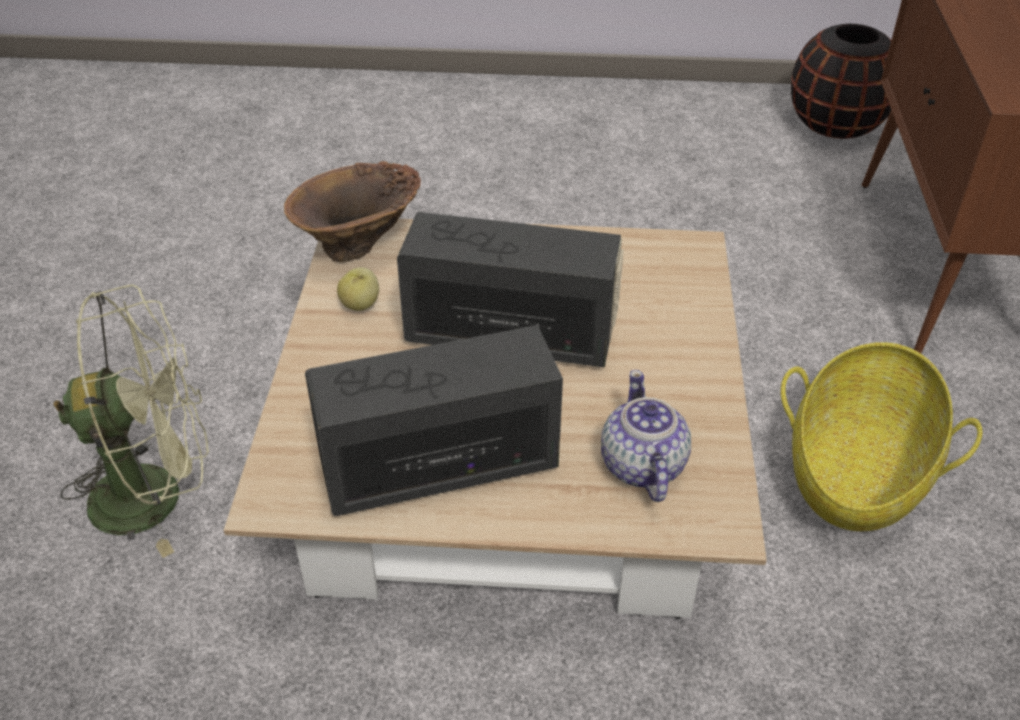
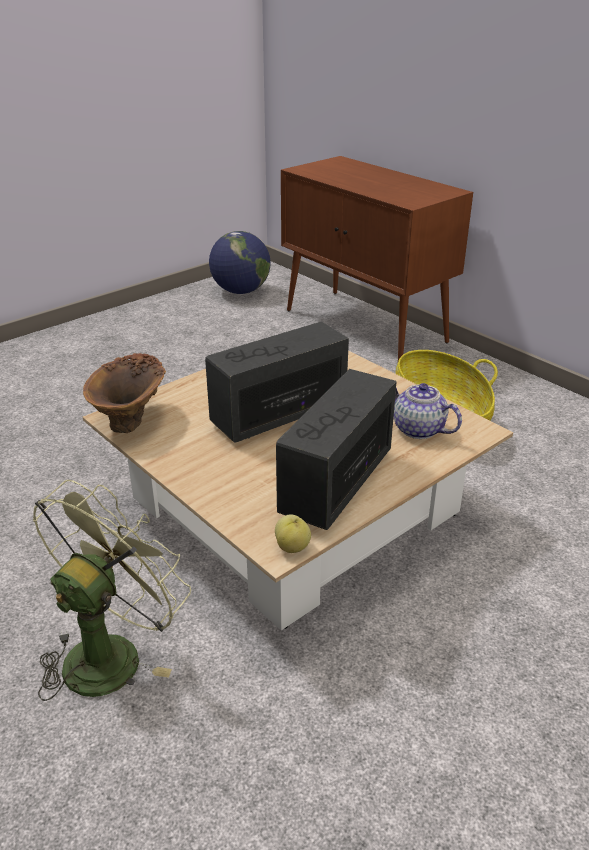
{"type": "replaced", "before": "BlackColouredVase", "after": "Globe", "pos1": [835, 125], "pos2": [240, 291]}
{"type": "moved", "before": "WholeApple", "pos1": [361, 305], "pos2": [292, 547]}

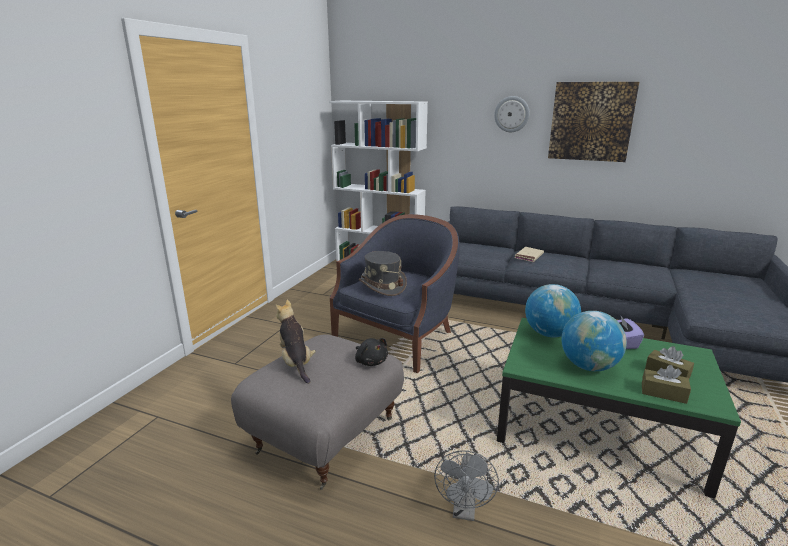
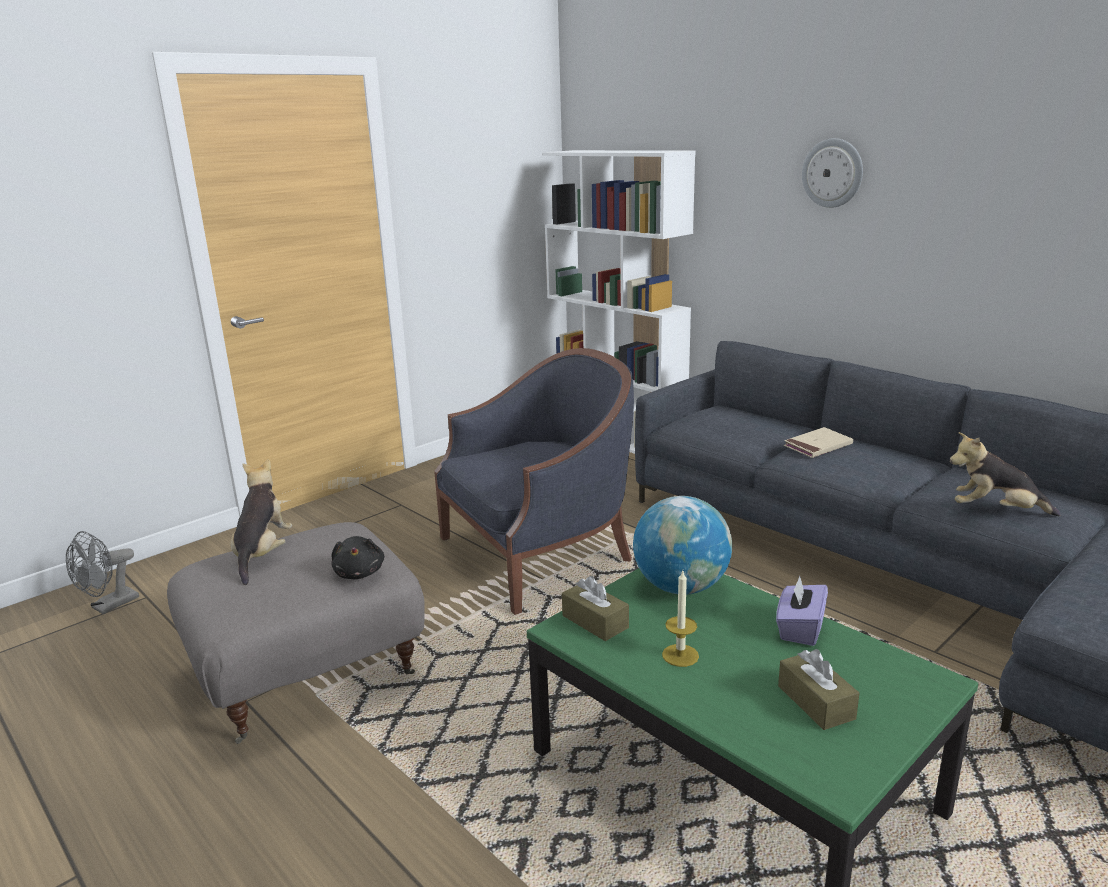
{"type": "moved", "before": "GreyishCoolingFan", "pos1": [464, 511], "pos2": [109, 606]}
{"type": "moved", "before": "BrownTissueBox", "pos1": [663, 393], "pos2": [595, 622]}
{"type": "replaced", "before": "Globe", "after": "WaxLight", "pos1": [589, 366], "pos2": [680, 655]}
{"type": "added", "after": "PlushToy", "pos2": [995, 511]}
{"type": "removed", "before": "GreyishWearableHat", "pos1": [382, 286]}
{"type": "removed", "before": "WallArt", "pos1": [591, 121]}

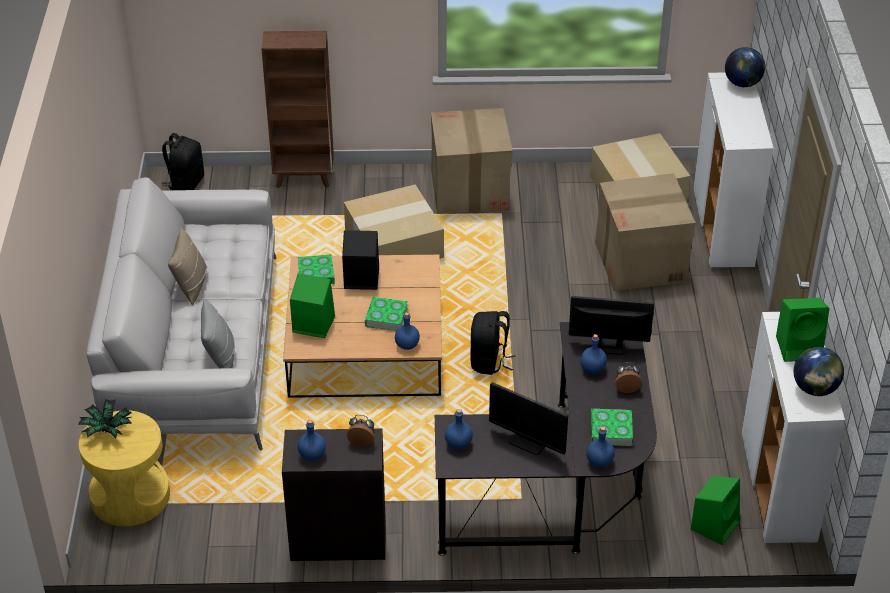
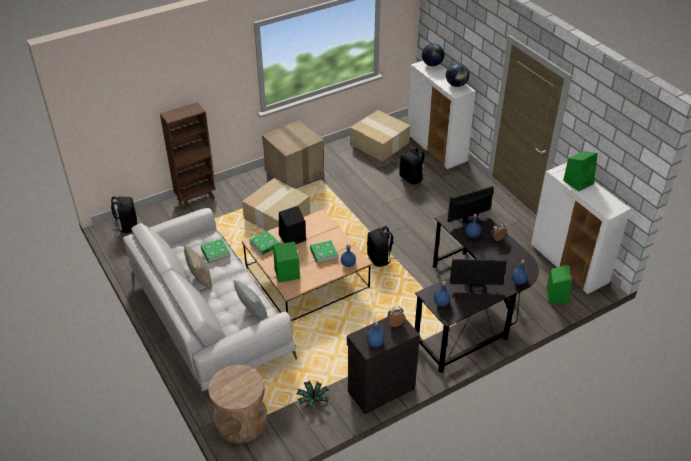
{"type": "moved", "before": "BoundBook", "pos1": [611, 431], "pos2": [215, 252]}
{"type": "recoloured", "before": "YellowAccentTable", "after": "BrownAccentTable", "pos1": [130, 496], "pos2": [240, 420]}
{"type": "moved", "before": "Houseplant", "pos1": [107, 430], "pos2": [313, 400]}
{"type": "replaced", "before": "CardboardBox", "after": "BlackColouredKnapsack", "pos1": [641, 261], "pos2": [411, 178]}
{"type": "moved", "before": "Globe", "pos1": [815, 389], "pos2": [456, 85]}

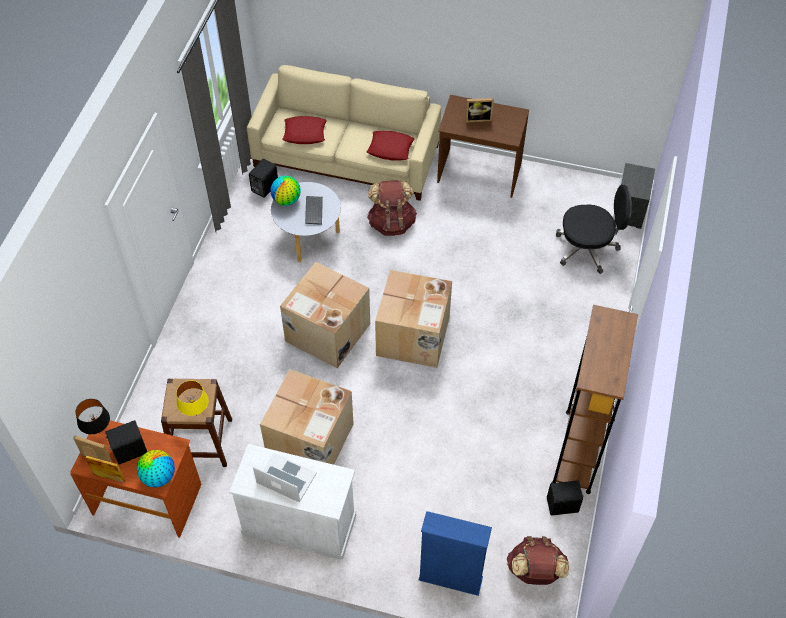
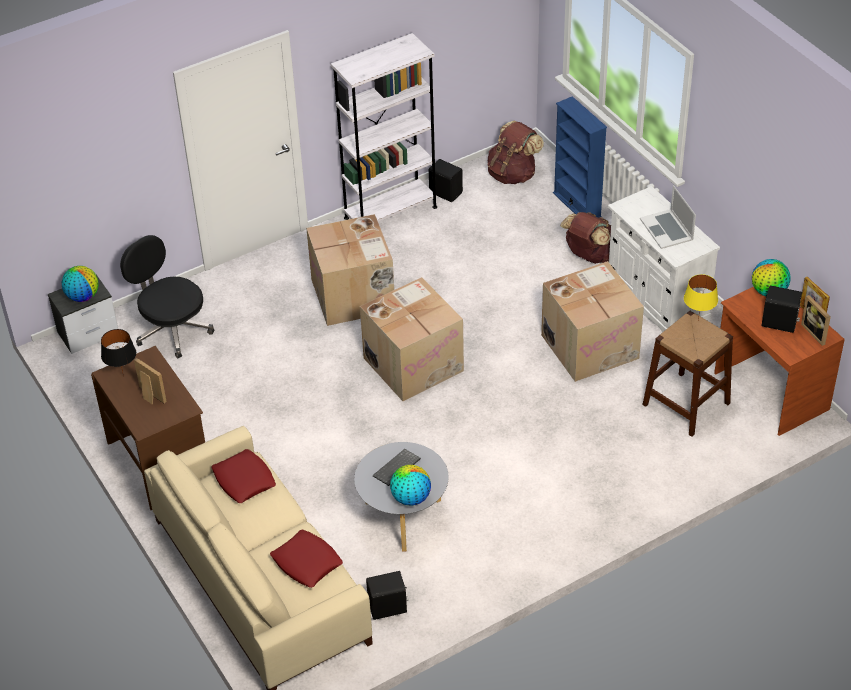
{"type": "added", "after": "Globe", "pos2": [83, 296]}
{"type": "moved", "before": "BlackColouredLampForATable", "pos1": [100, 433], "pos2": [123, 376]}
{"type": "moved", "before": "CardboardBox", "pos1": [326, 332], "pos2": [354, 295]}
{"type": "recoloured", "before": "BrownBookshelf", "after": "WhitishBookshelf", "pos1": [578, 451], "pos2": [390, 212]}
{"type": "moved", "before": "BrownKnapsack", "pos1": [391, 223], "pos2": [590, 256]}

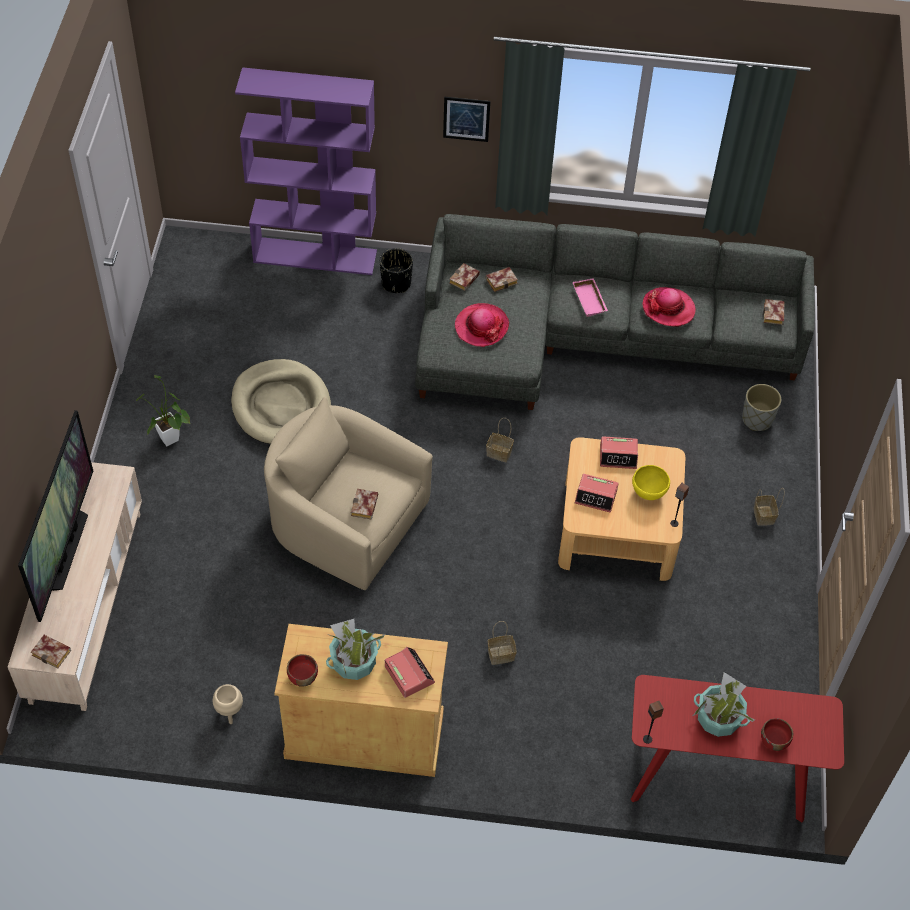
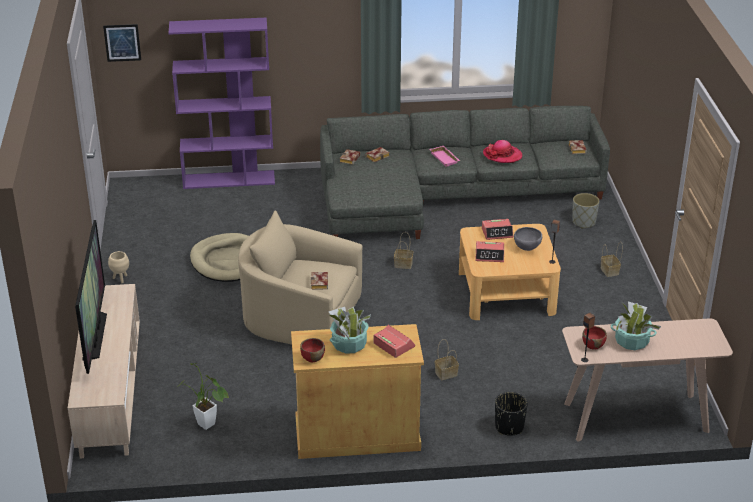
{"type": "moved", "before": "WallArt", "pos1": [466, 119], "pos2": [122, 42]}
{"type": "moved", "before": "BeigeColouredPlantPot", "pos1": [230, 713], "pos2": [120, 279]}
{"type": "moved", "before": "Houseplant", "pos1": [171, 442], "pos2": [208, 426]}
{"type": "moved", "before": "BlackColouredPlantPot", "pos1": [396, 283], "pos2": [509, 427]}
{"type": "recoloured", "before": "YellowBowl", "after": "GreyishBowl", "pos1": [649, 492], "pos2": [527, 248]}
{"type": "recoloured", "before": "RedColouredHallTable", "after": "BeigeColouredHallTable", "pos1": [717, 778], "pos2": [635, 417]}
{"type": "moved", "before": "RedColouredBowl", "pos1": [774, 741], "pos2": [593, 345]}
{"type": "removed", "before": "BoundBook", "pos1": [53, 653]}
{"type": "removed", "before": "WearableHat", "pos1": [481, 326]}

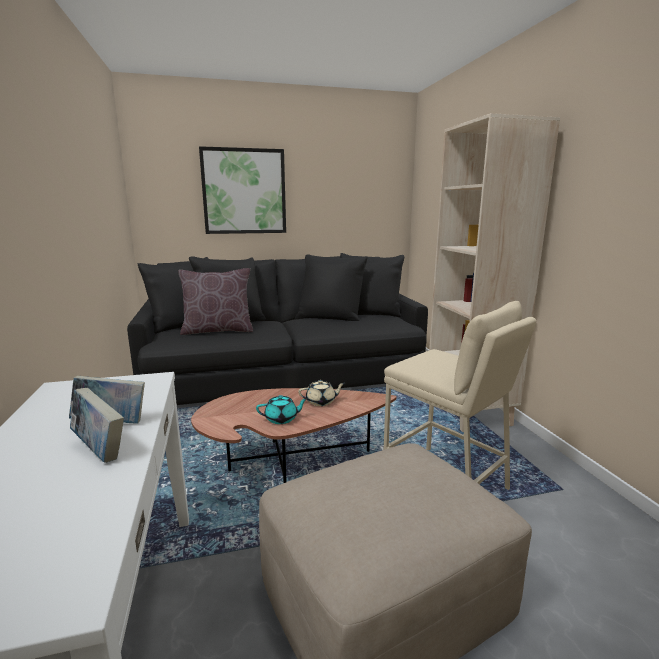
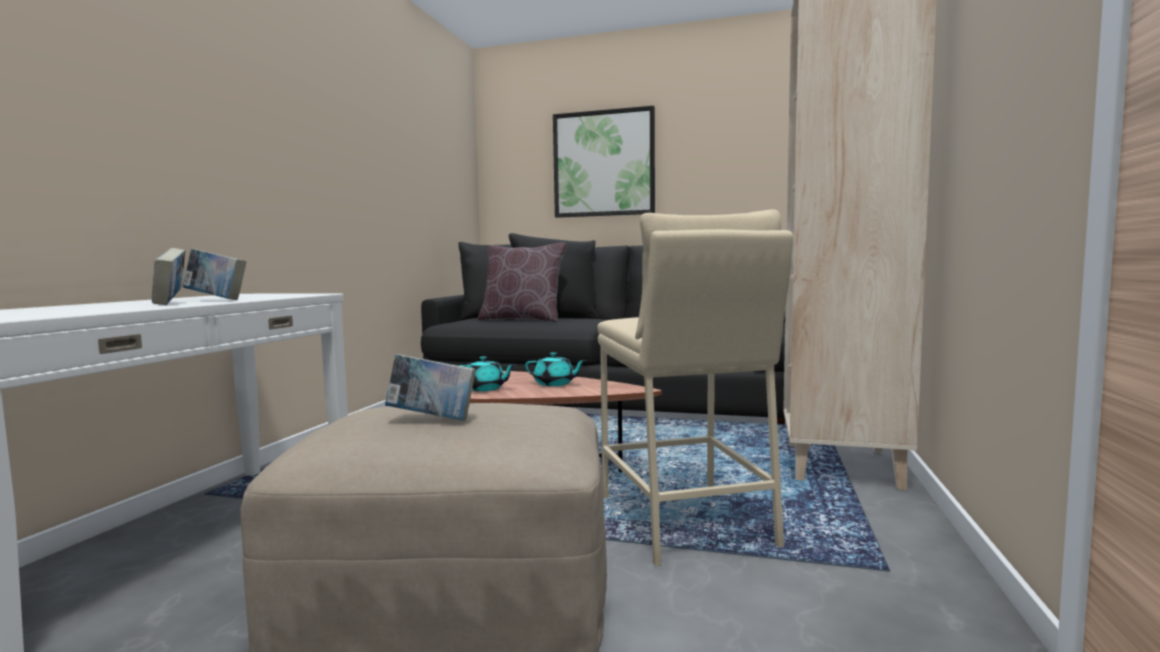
{"type": "added", "after": "BoundBook", "pos2": [432, 419]}
{"type": "recoloured", "before": "BeigeColouredTeaPot", "after": "BlueGreenTeaPot", "pos1": [321, 402], "pos2": [555, 384]}

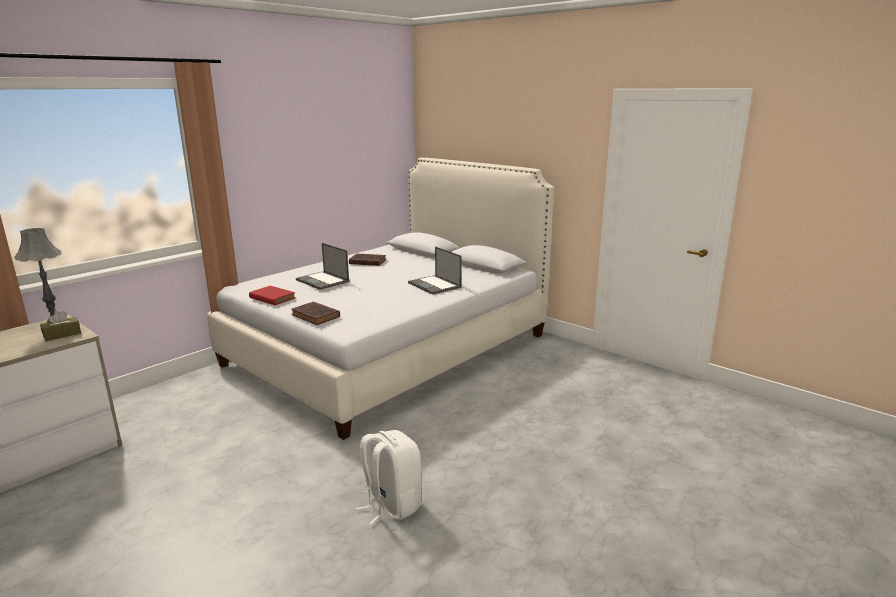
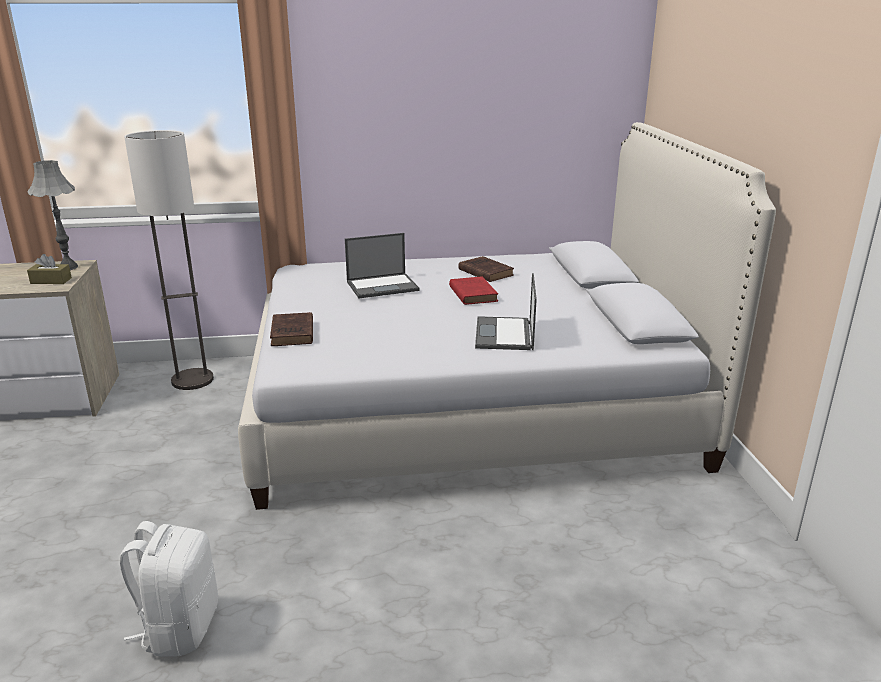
{"type": "added", "after": "FloorLamp", "pos2": [193, 380]}
{"type": "turned", "before": "NotebookComputer", "pos1": [323, 281], "pos2": [383, 286], "turn": -105}
{"type": "moved", "before": "RedColouredBoundBook", "pos1": [271, 298], "pos2": [472, 293]}

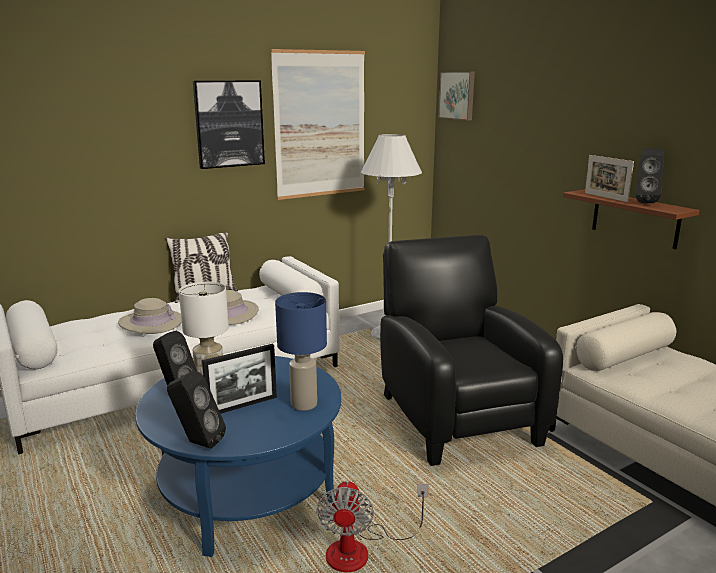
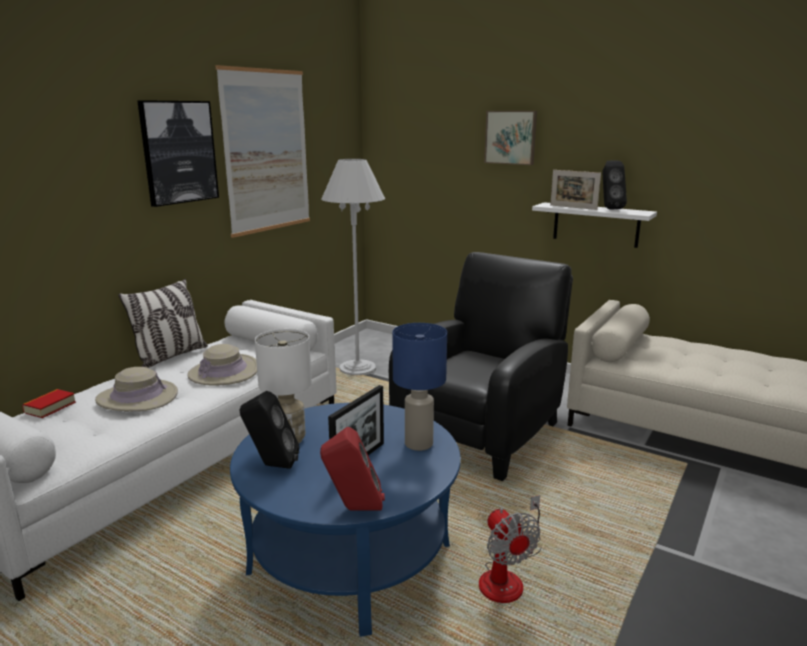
{"type": "added", "after": "BoundBook", "pos2": [50, 407]}
{"type": "recoloured", "before": "BlackColouredLoudspeaker", "after": "RedColouredLoudspeaker", "pos1": [197, 443], "pos2": [353, 509]}
{"type": "turned", "before": "BlackColouredArmchair", "pos1": [455, 415], "pos2": [483, 431], "turn": 75}
{"type": "moved", "before": "WallArt", "pos1": [457, 95], "pos2": [511, 137]}
{"type": "recoloured", "before": "BrownShelf", "after": "WhitishShelf", "pos1": [635, 218], "pos2": [596, 224]}

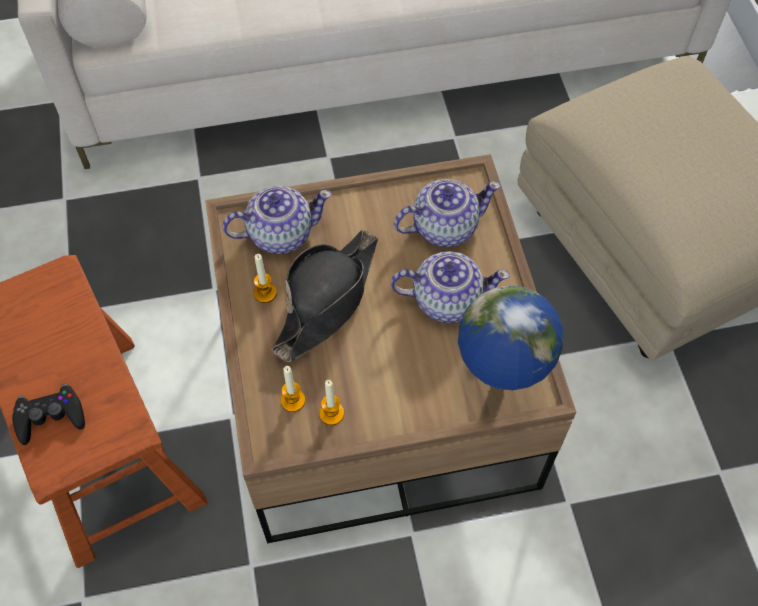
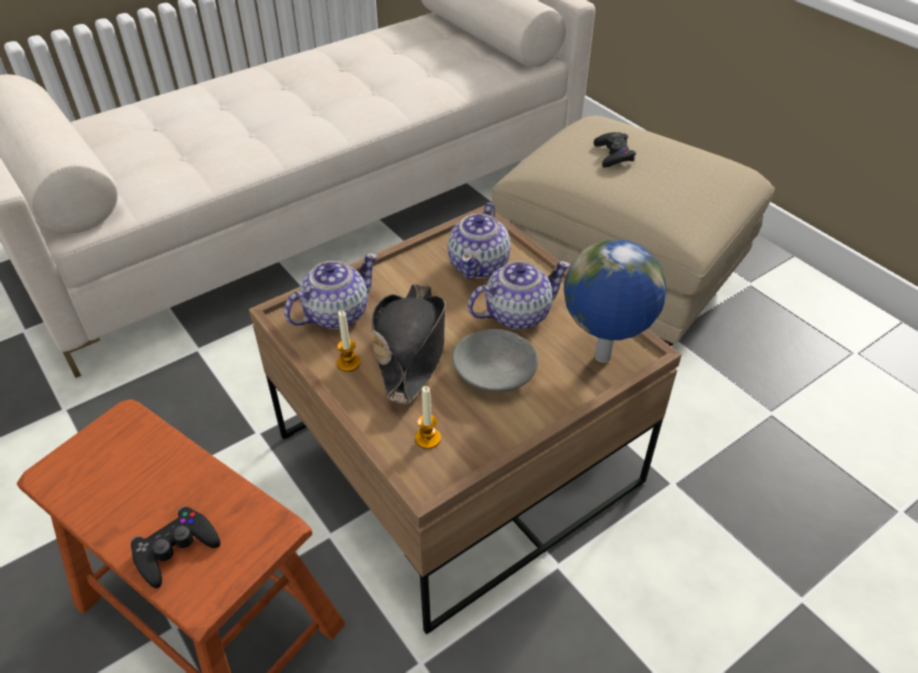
{"type": "turned", "before": "TeaPot", "pos1": [443, 227], "pos2": [479, 265], "turn": 150}
{"type": "added", "after": "GreyishBowl", "pos2": [496, 372]}
{"type": "added", "after": "BlackColouredJoypad", "pos2": [613, 154]}
{"type": "removed", "before": "WaxLight", "pos1": [331, 413]}

